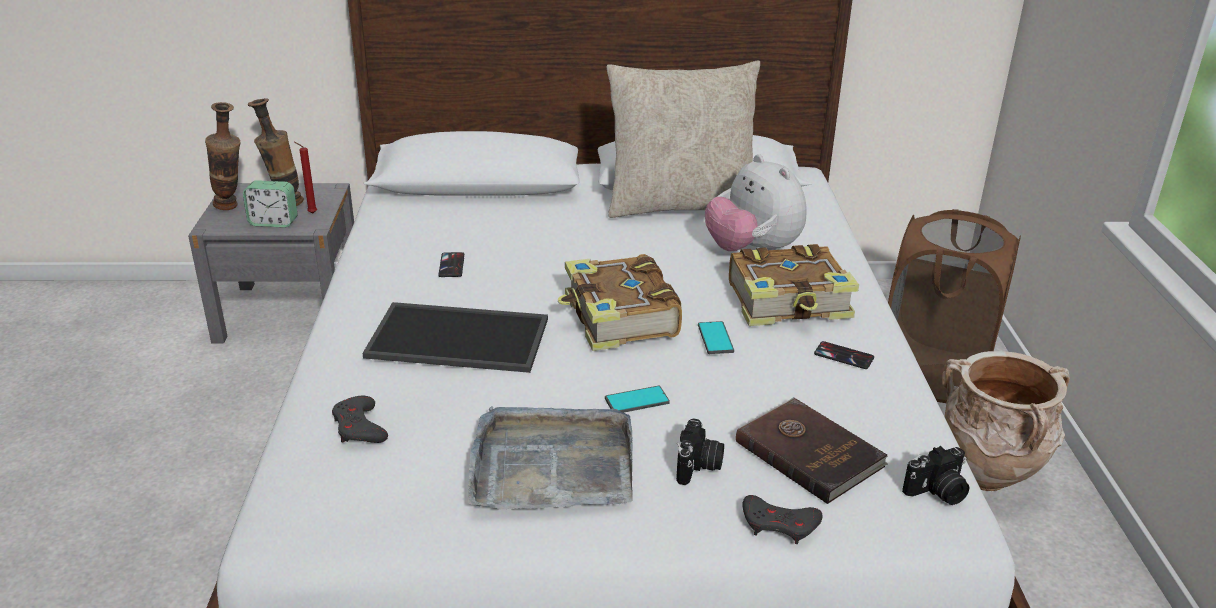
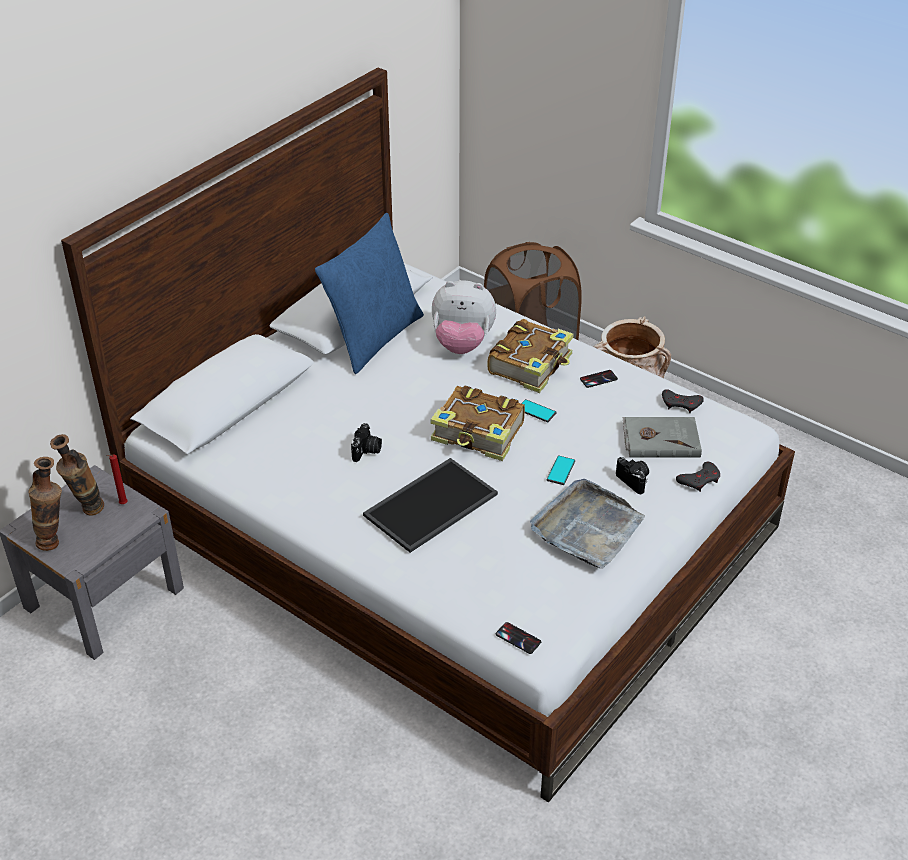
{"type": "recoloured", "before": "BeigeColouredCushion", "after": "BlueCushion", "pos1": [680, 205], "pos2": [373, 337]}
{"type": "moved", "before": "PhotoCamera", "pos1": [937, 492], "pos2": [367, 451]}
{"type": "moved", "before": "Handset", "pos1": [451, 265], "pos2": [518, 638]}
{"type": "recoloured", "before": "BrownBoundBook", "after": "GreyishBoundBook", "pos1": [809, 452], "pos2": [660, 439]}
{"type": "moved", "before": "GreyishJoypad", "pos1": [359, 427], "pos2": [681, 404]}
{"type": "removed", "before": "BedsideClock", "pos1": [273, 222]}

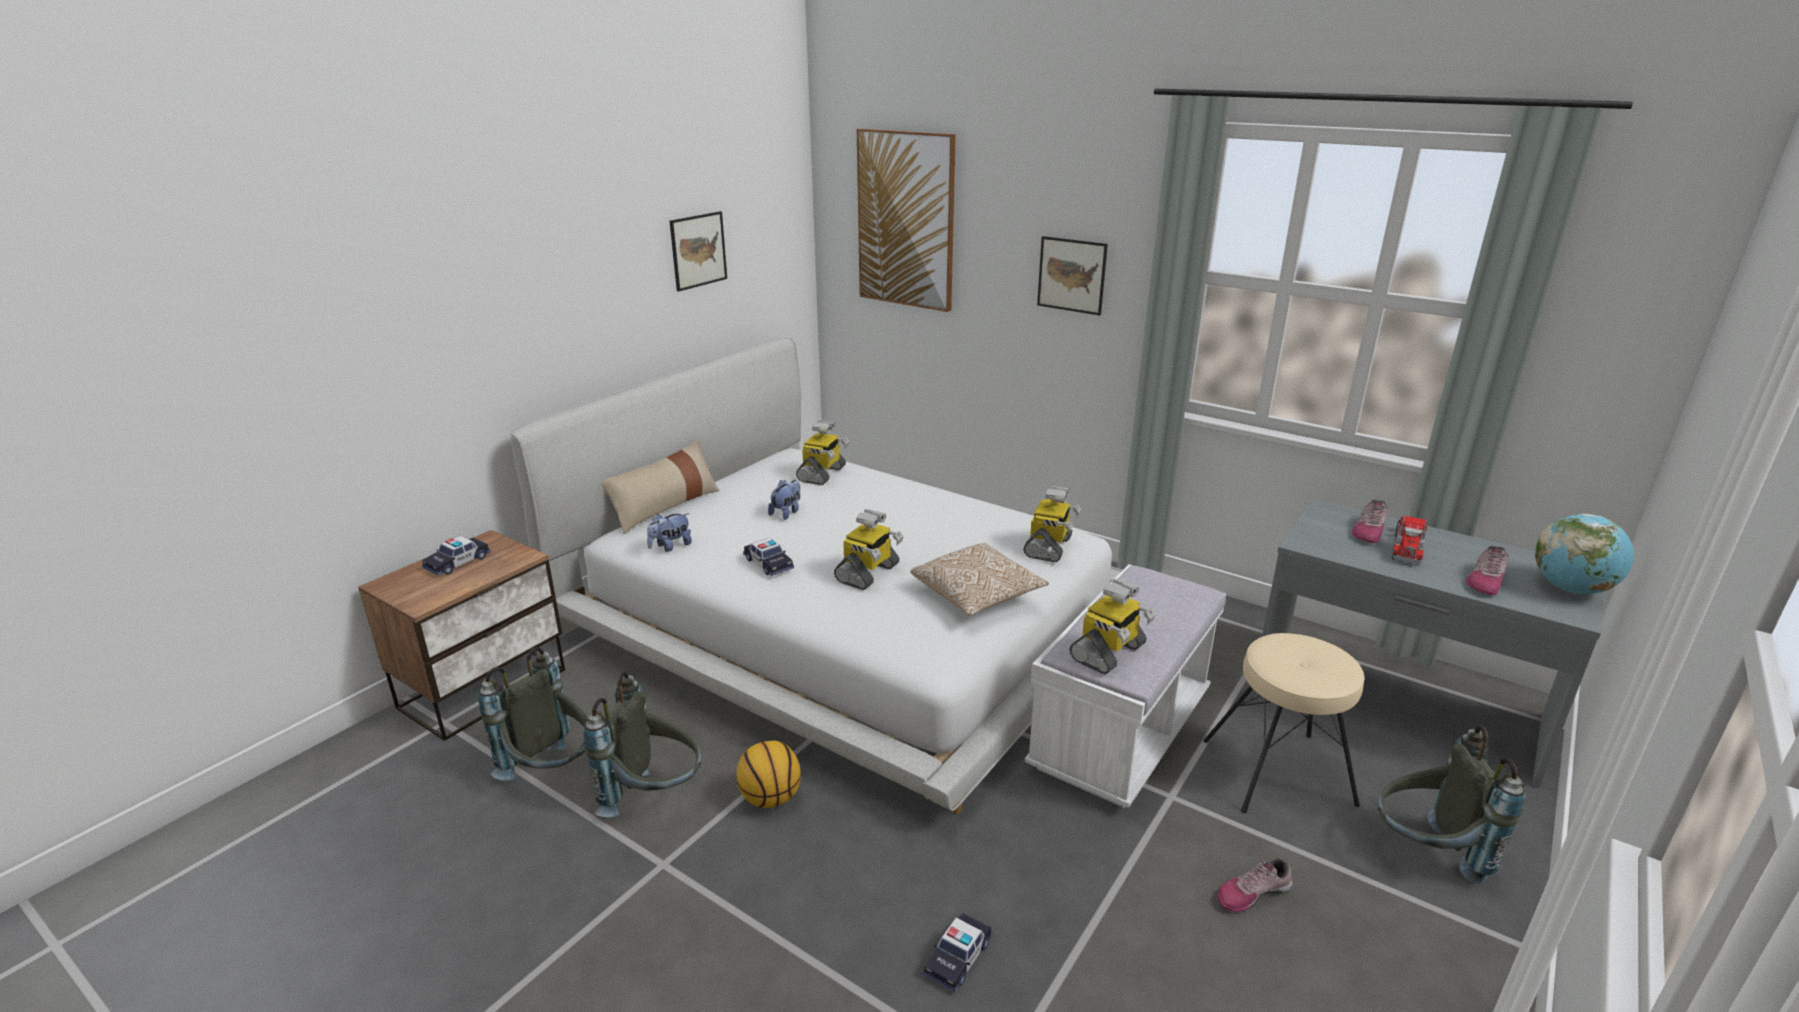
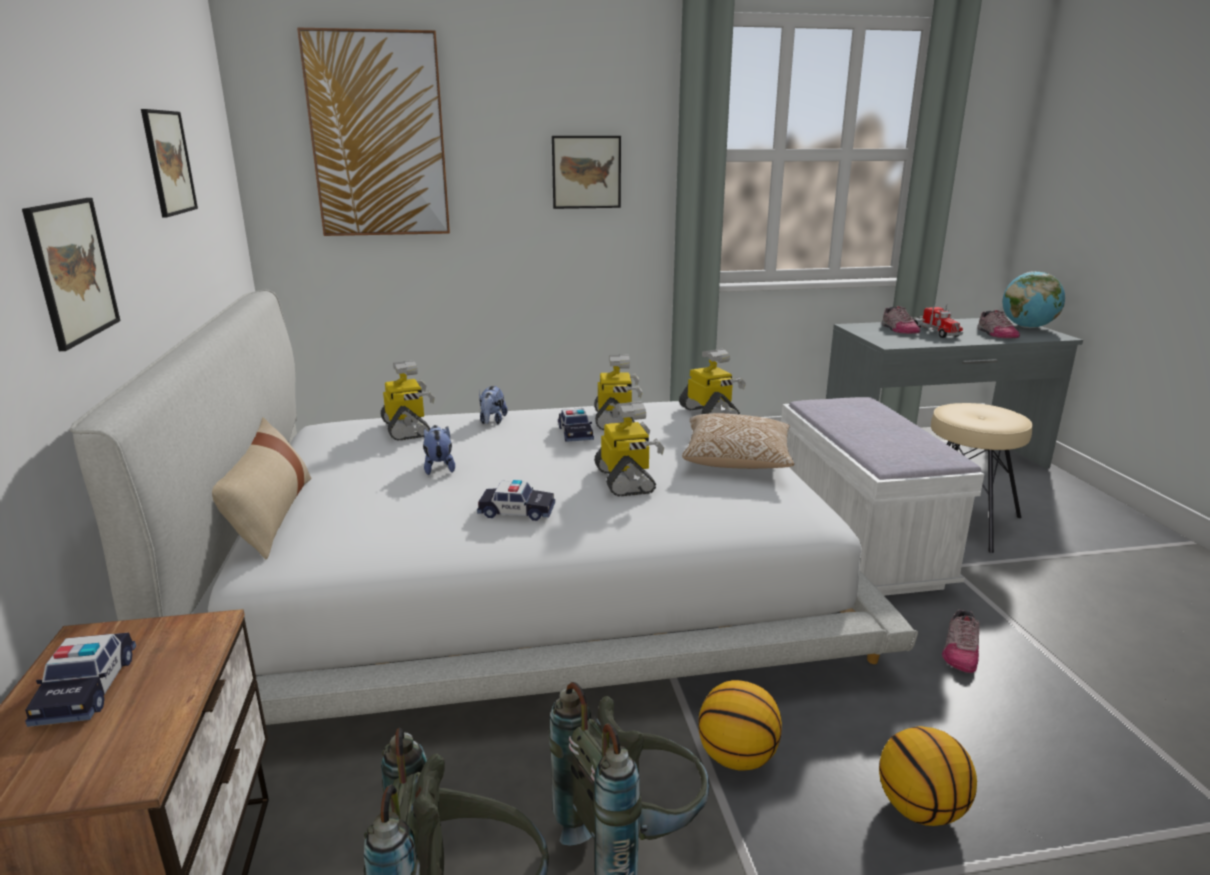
{"type": "added", "after": "WallArt", "pos2": [72, 271]}
{"type": "moved", "before": "PlushToy", "pos1": [670, 546], "pos2": [492, 421]}
{"type": "moved", "before": "MiniatureCar", "pos1": [958, 957], "pos2": [575, 433]}
{"type": "moved", "before": "RobotFigure", "pos1": [1108, 653], "pos2": [615, 420]}
{"type": "added", "after": "Basketball", "pos2": [920, 809]}
{"type": "moved", "before": "LowShoe", "pos1": [1252, 893], "pos2": [960, 651]}
{"type": "removed", "before": "GreyishKnapsack", "pos1": [1425, 854]}

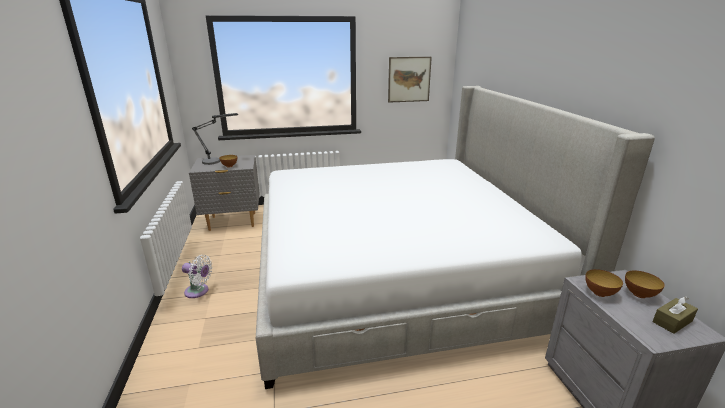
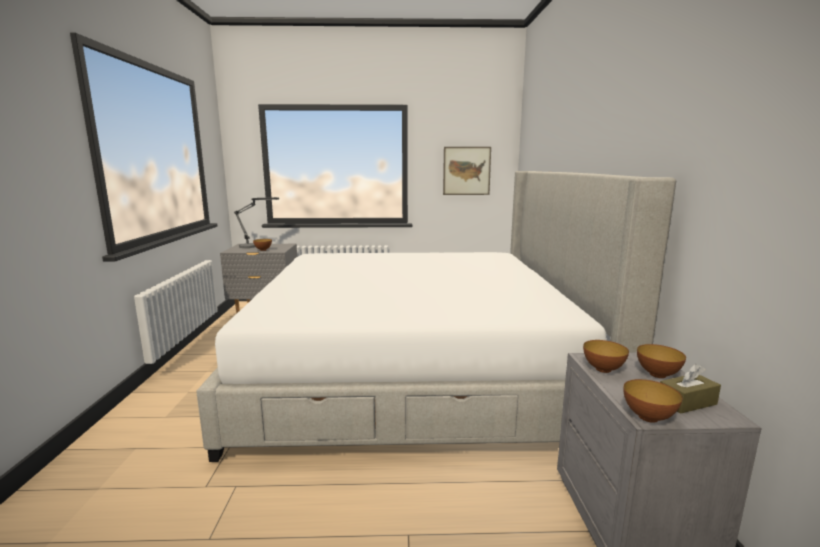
{"type": "added", "after": "Bowl", "pos2": [648, 417]}
{"type": "removed", "before": "WhitishCoolingFan", "pos1": [198, 291]}

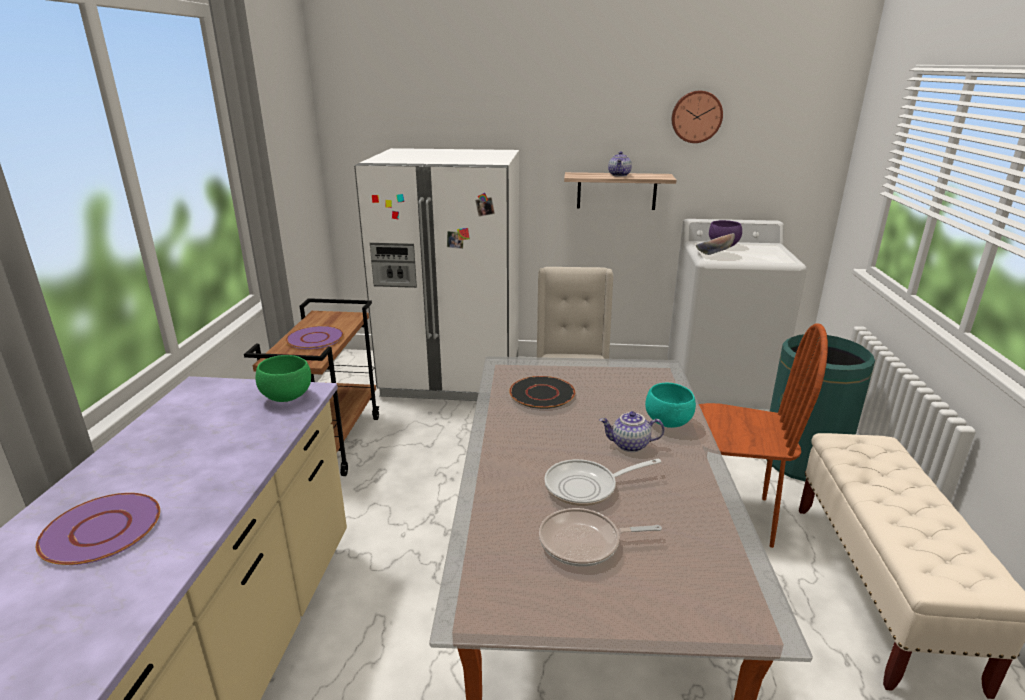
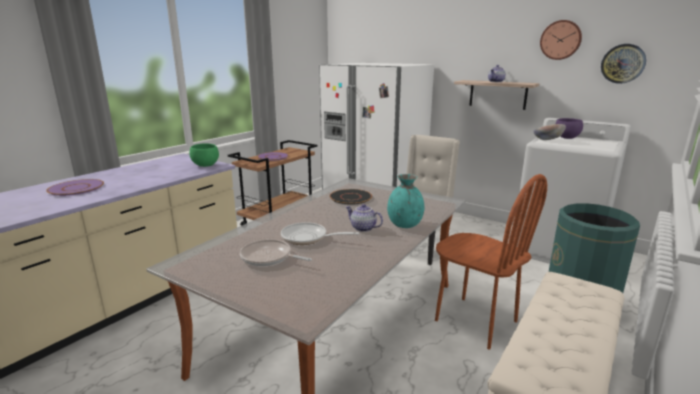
{"type": "replaced", "before": "BlueGreenBowl", "after": "BlueGreenVase", "pos1": [669, 423], "pos2": [405, 225]}
{"type": "added", "after": "HangingClock", "pos2": [623, 63]}

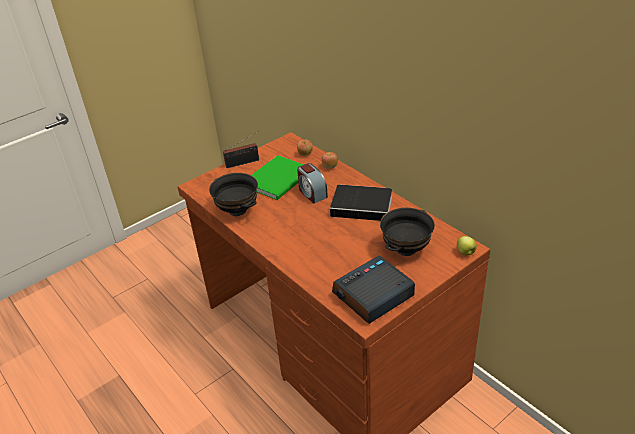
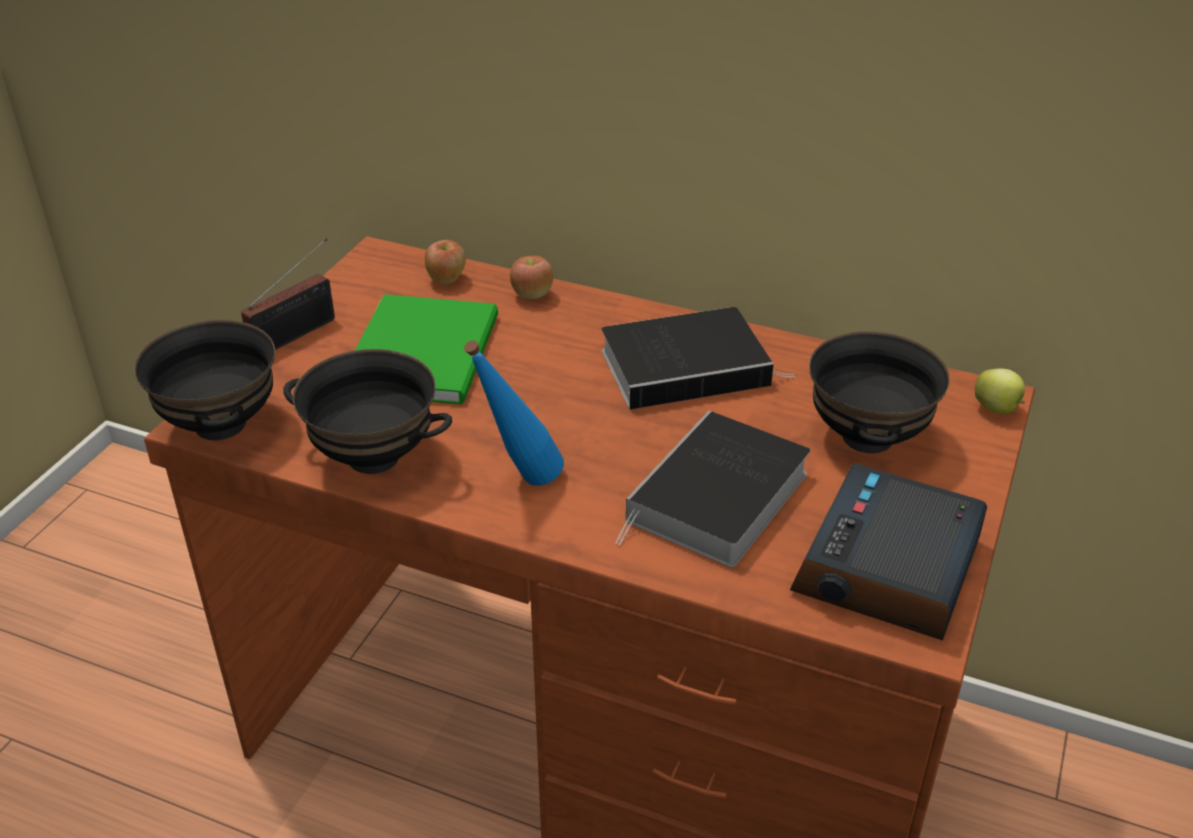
{"type": "added", "after": "BlackColouredBowl", "pos2": [222, 425]}
{"type": "added", "after": "BlueDrinkBottle", "pos2": [519, 482]}
{"type": "added", "after": "BoundBook", "pos2": [717, 500]}
{"type": "removed", "before": "BedsideClock", "pos1": [312, 193]}

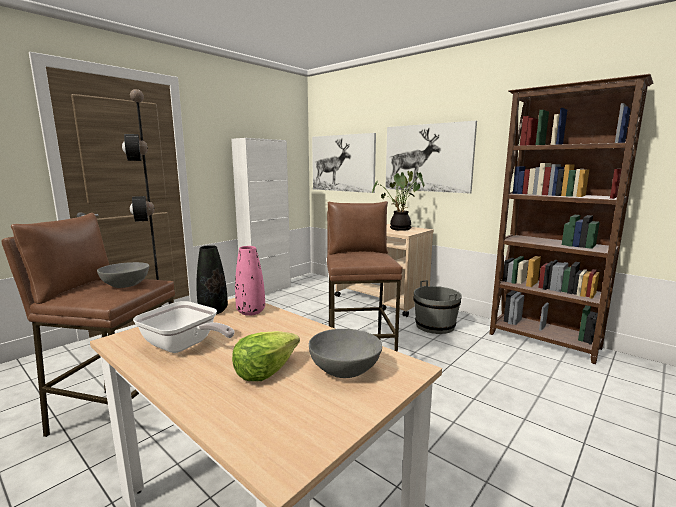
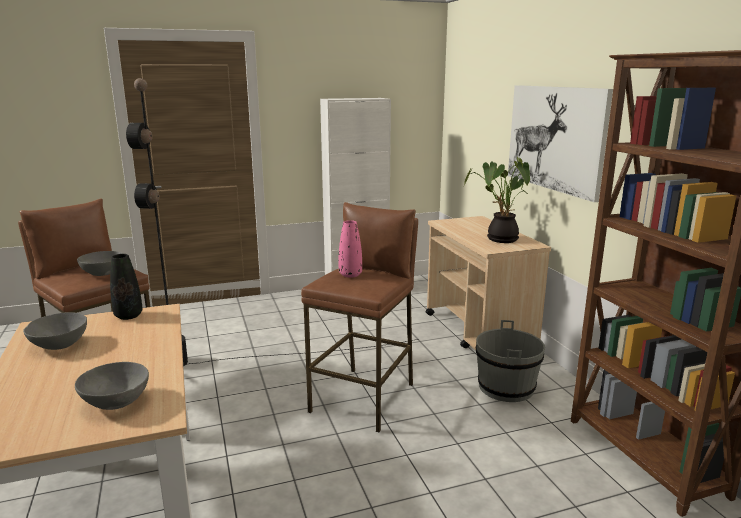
{"type": "replaced", "before": "Skillet", "after": "GreyishBowl", "pos1": [184, 346], "pos2": [59, 345]}
{"type": "moved", "before": "PinkColouredVase", "pos1": [251, 312], "pos2": [350, 275]}
{"type": "removed", "before": "HeadOfLettuce", "pos1": [265, 370]}
{"type": "removed", "before": "WallArt", "pos1": [342, 163]}

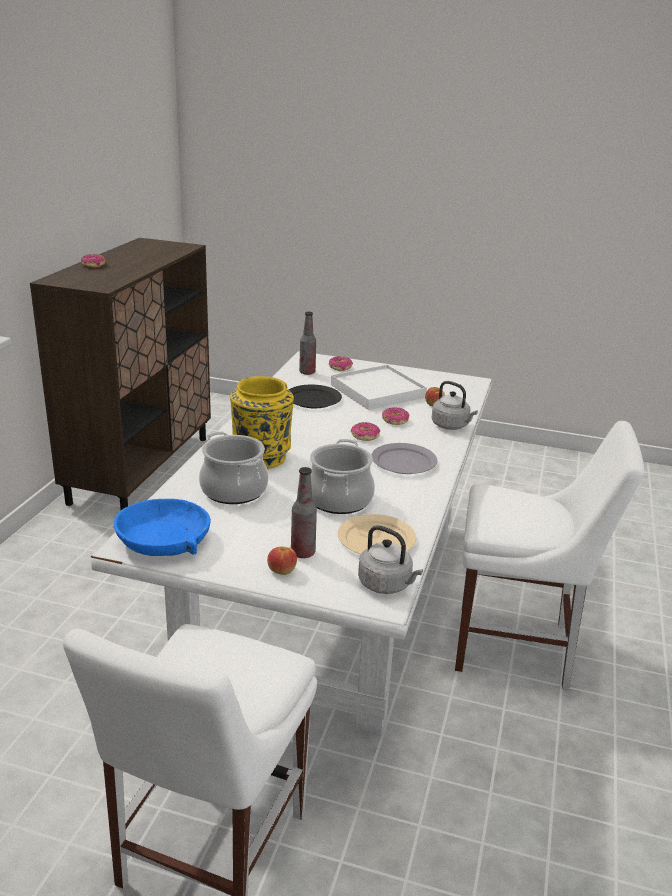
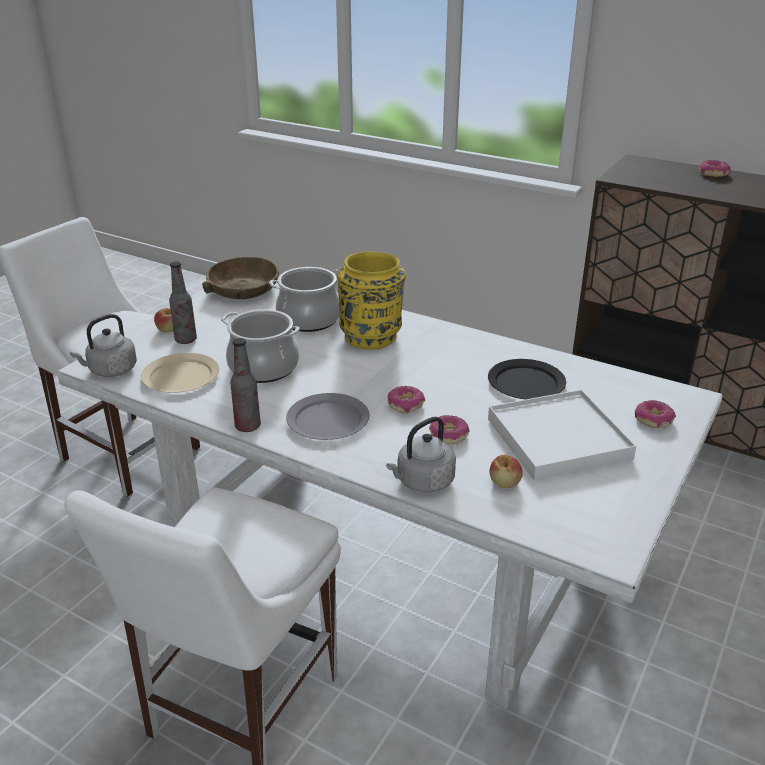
{"type": "recoloured", "before": "BlueBowl", "after": "BrownBowl", "pos1": [164, 540], "pos2": [243, 289]}
{"type": "moved", "before": "DrinkBottle", "pos1": [307, 372], "pos2": [248, 426]}

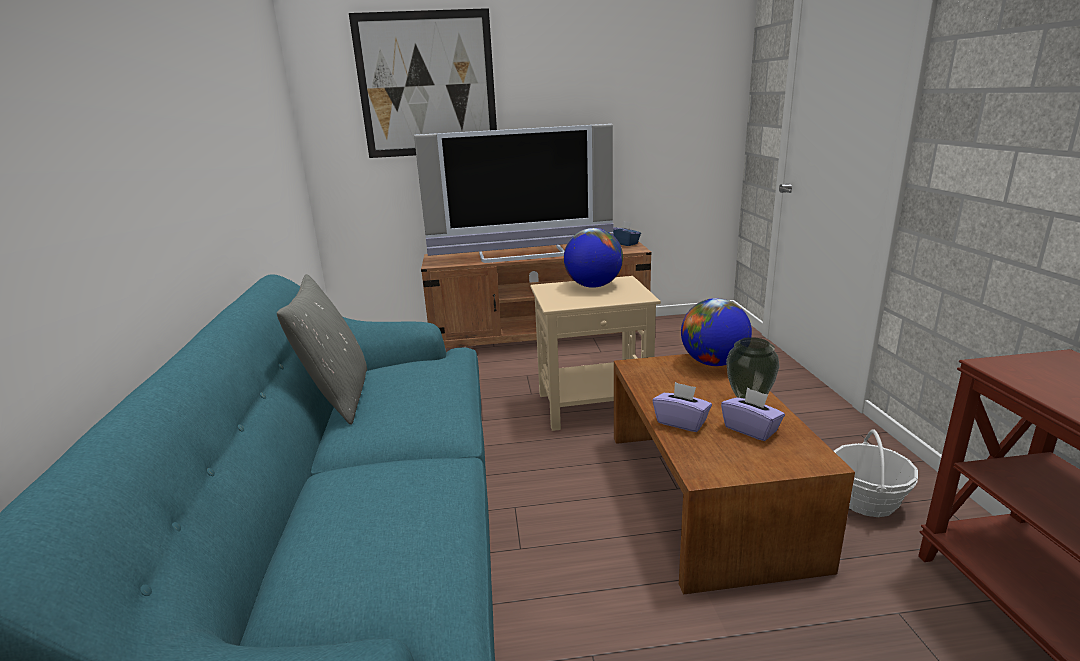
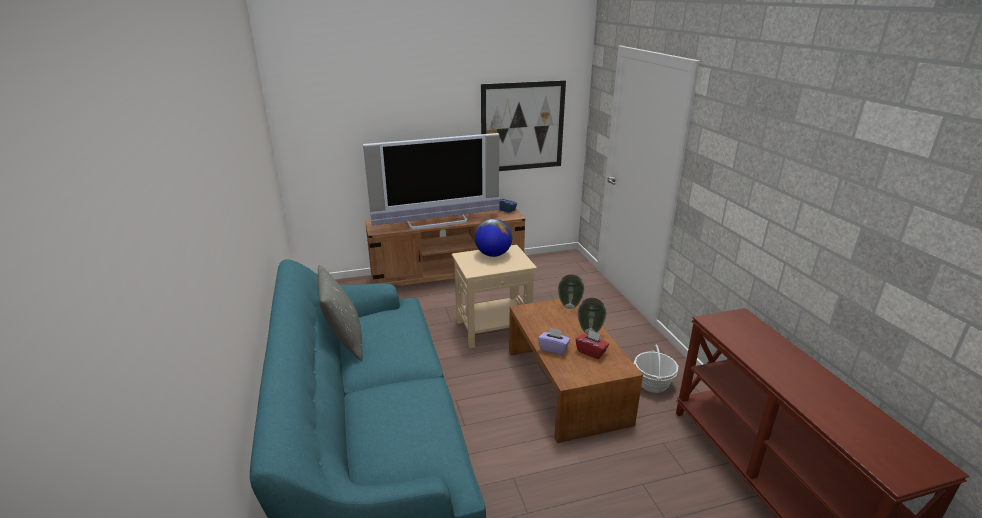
{"type": "moved", "before": "WallArt", "pos1": [427, 85], "pos2": [522, 127]}
{"type": "replaced", "before": "Globe", "after": "Vase", "pos1": [713, 363], "pos2": [569, 306]}
{"type": "recoloured", "before": "PurplishTissueBox", "after": "RedColouredTissueBox", "pos1": [751, 429], "pos2": [591, 352]}

